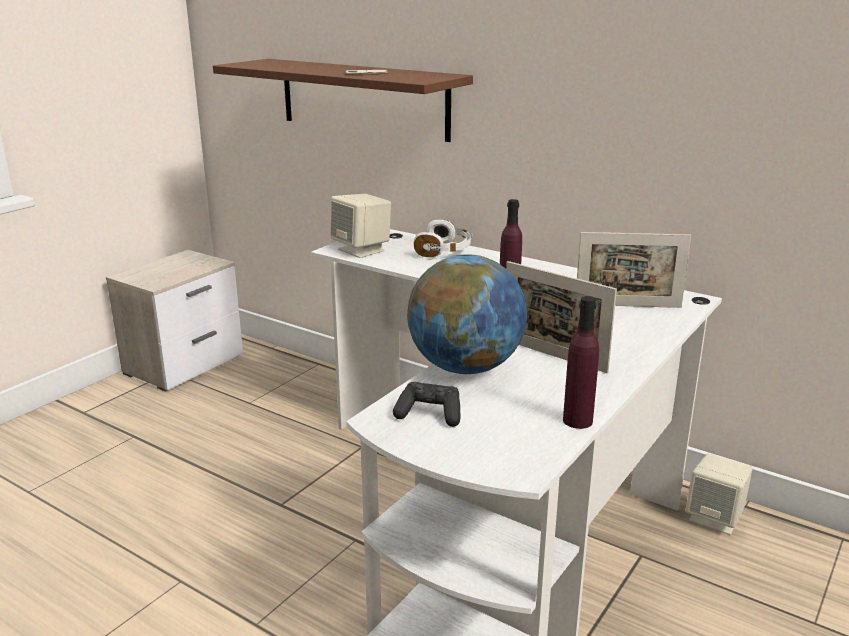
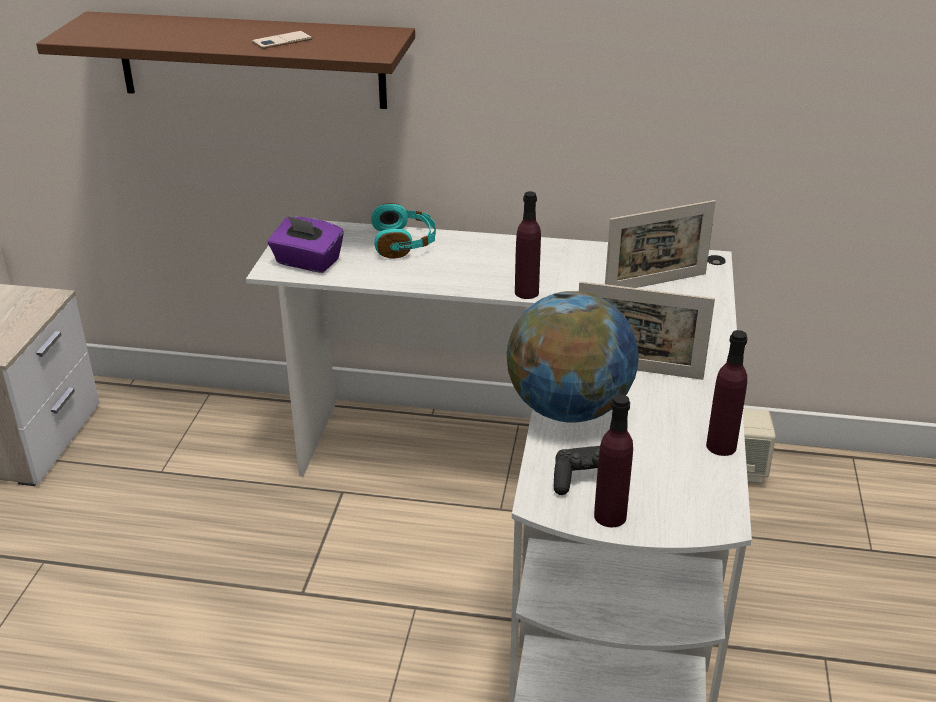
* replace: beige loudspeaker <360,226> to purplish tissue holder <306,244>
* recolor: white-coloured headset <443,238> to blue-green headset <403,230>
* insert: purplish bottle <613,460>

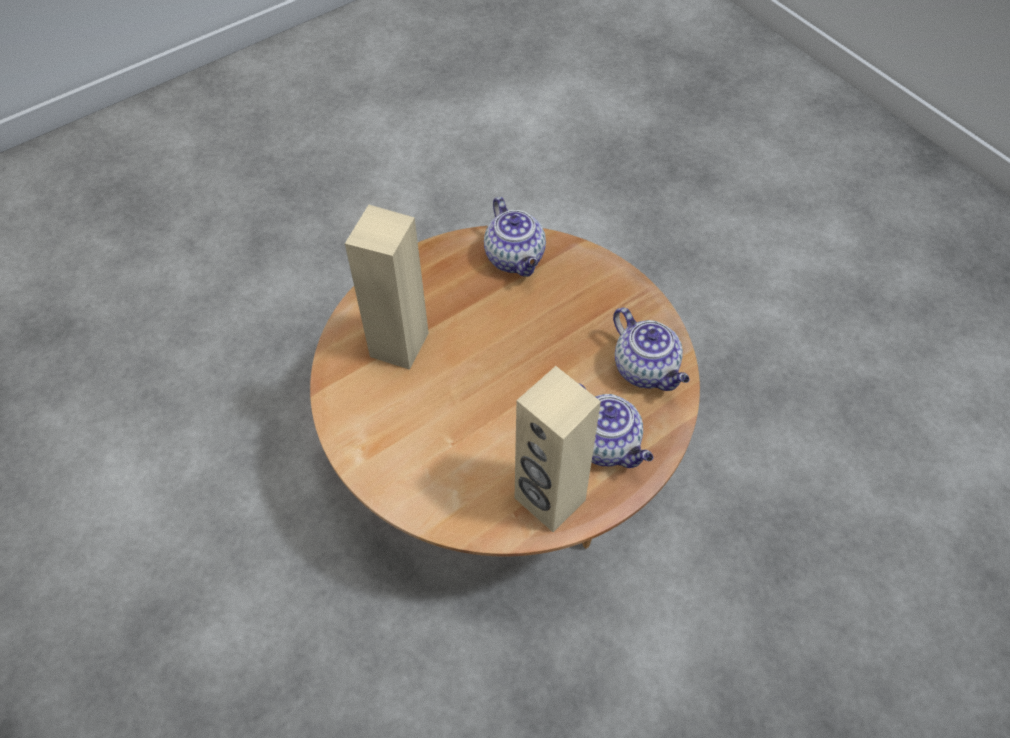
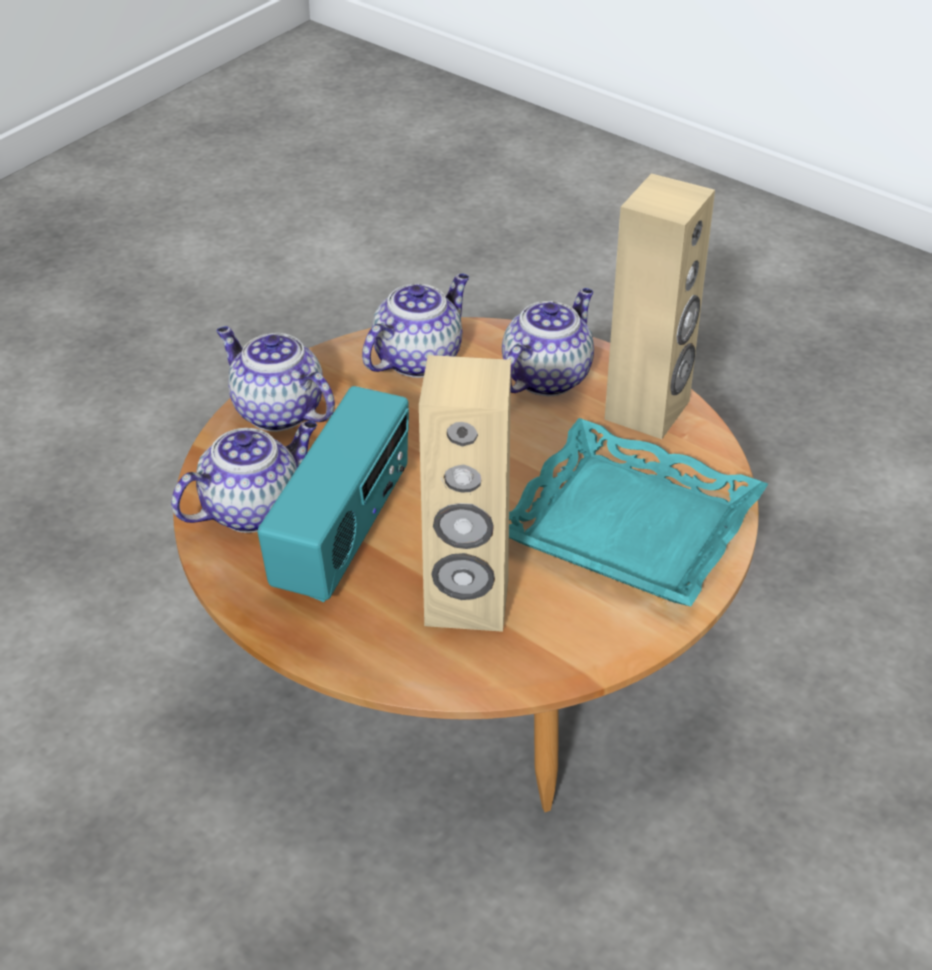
* insert: pot for tea <275,379>
* insert: radio set <333,494>
* insert: blue-green carrying tray <638,512>

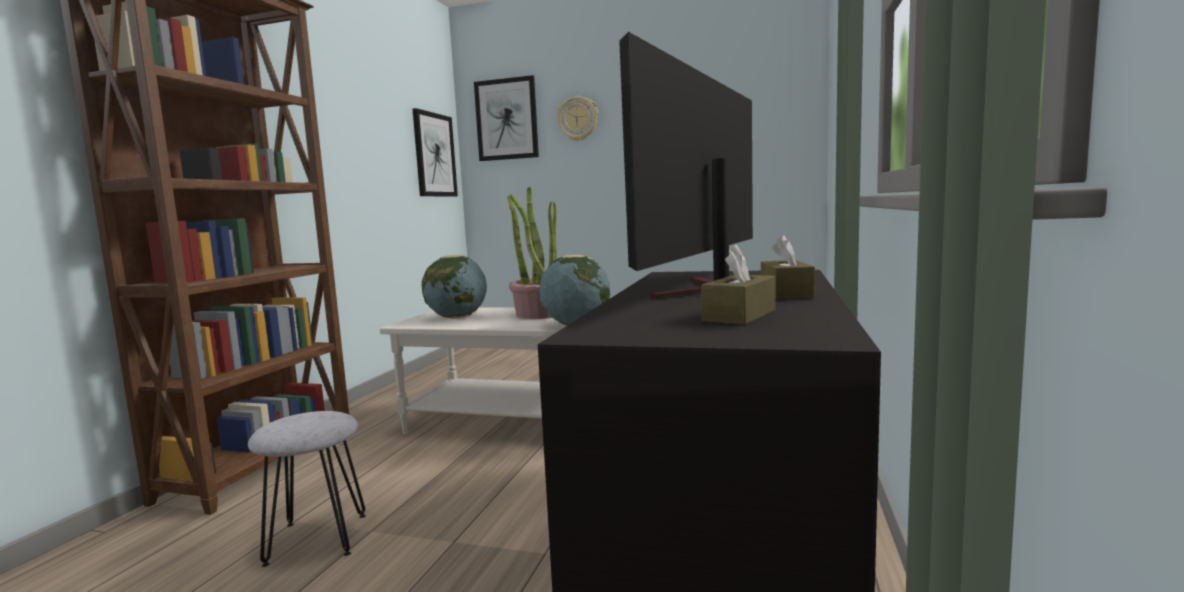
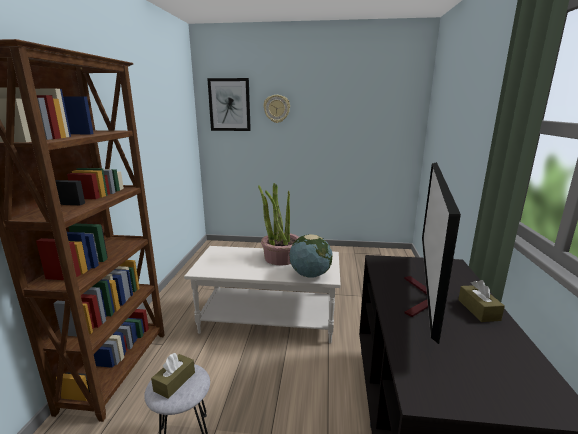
* move: brown tissue holder <738,285> to <173,376>
* delete: wall picture <435,152>
* delete: world globe <454,287>

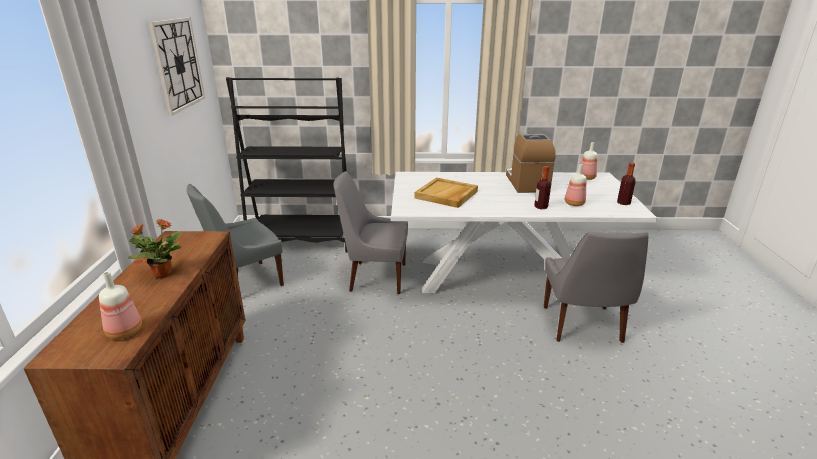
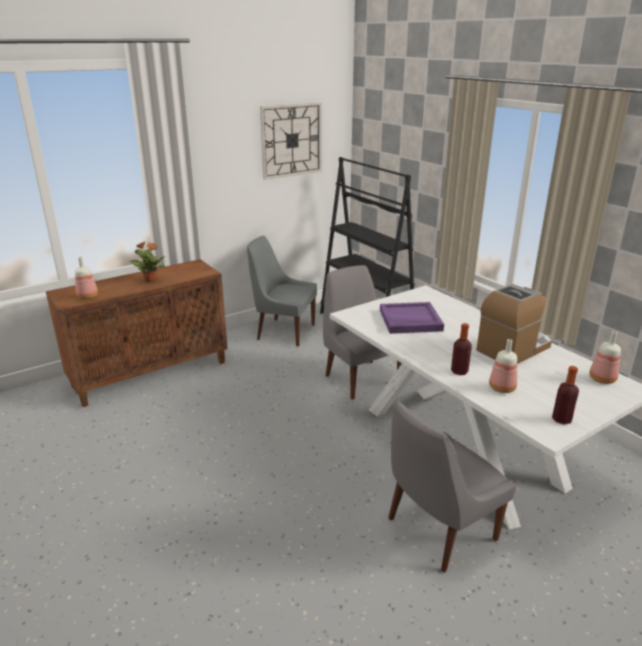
* recolor: beige carrying tray <446,193> to purplish carrying tray <412,318>

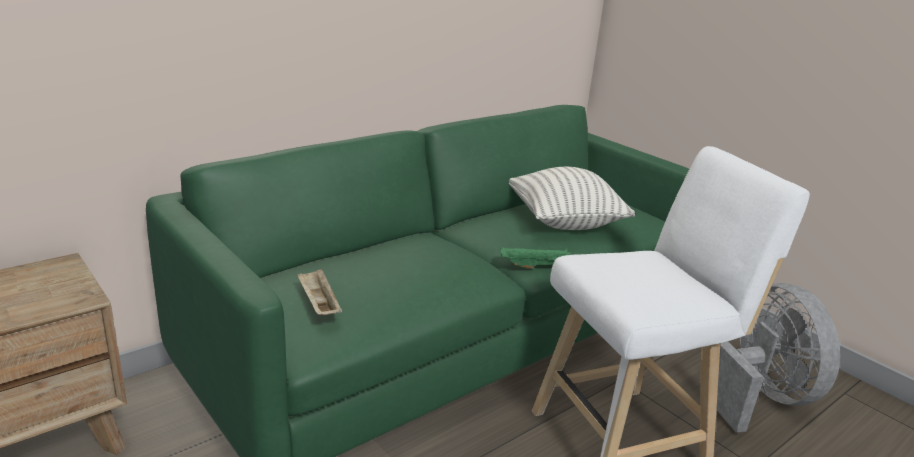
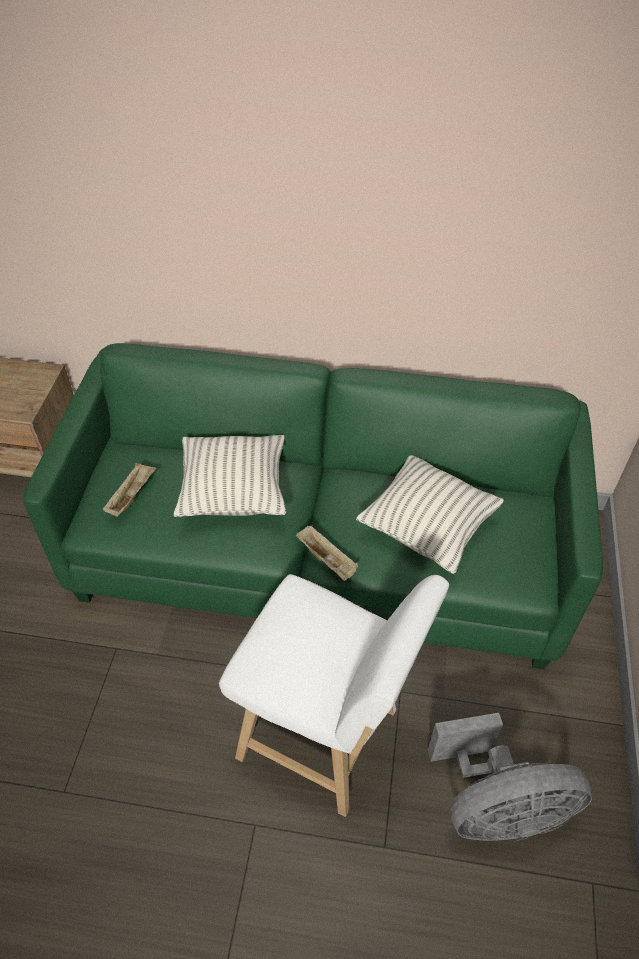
* insert: cushion <230,476>
* recolor: green-coloured carrying tray <535,258> to beige carrying tray <327,553>
* rotate: greyish electric fan <778,358> = <510,777> 45 degrees clockwise

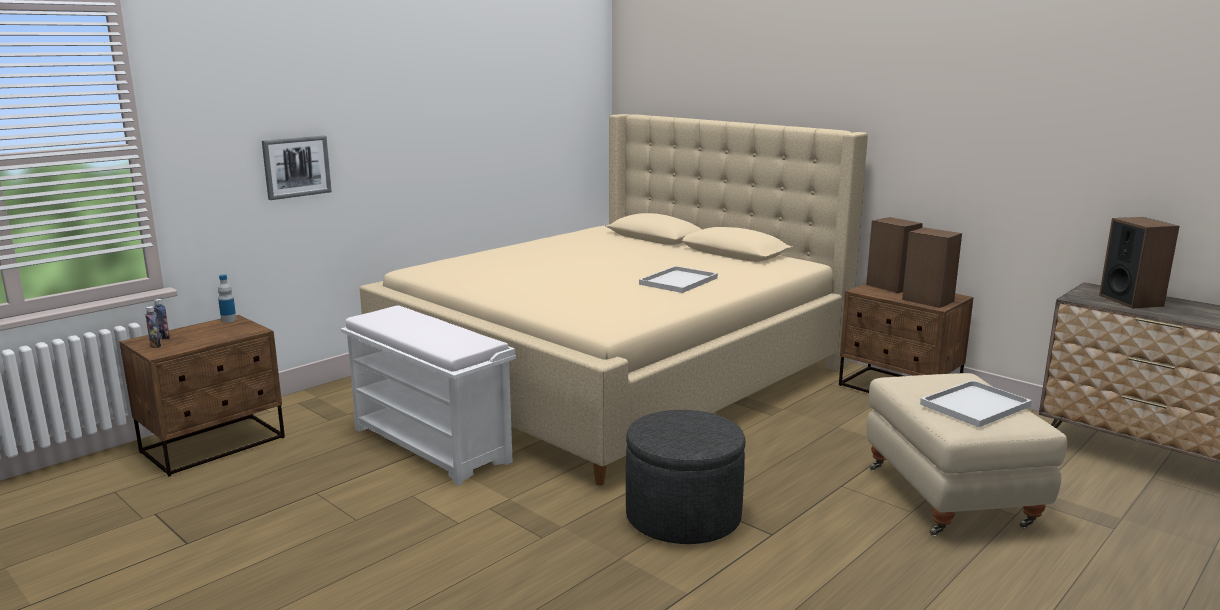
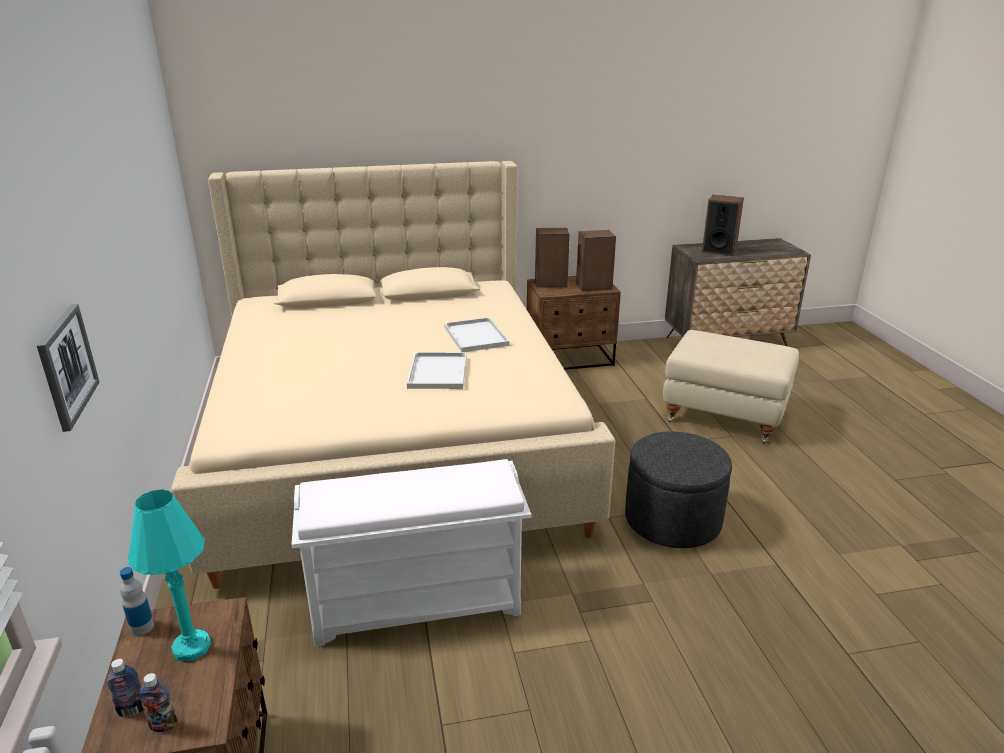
* insert: blue-green lamp for a table <169,575>
* move: white-coloured carrying tray <976,403> to <437,370>

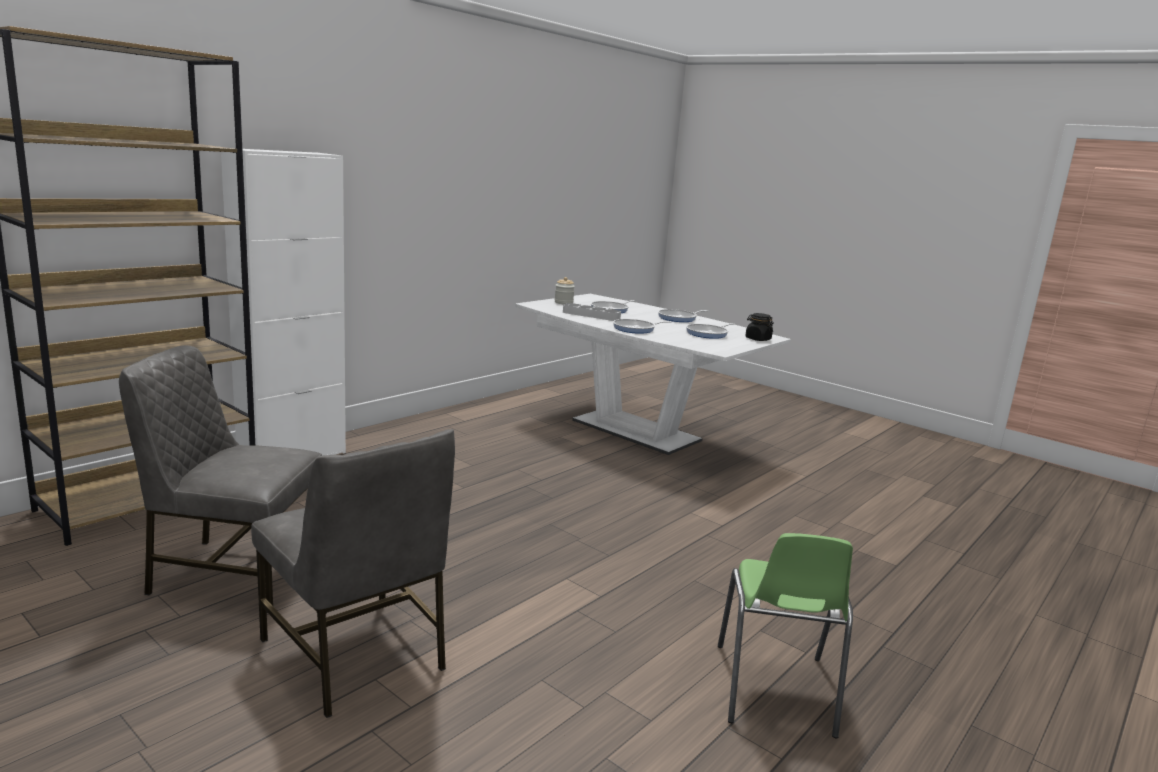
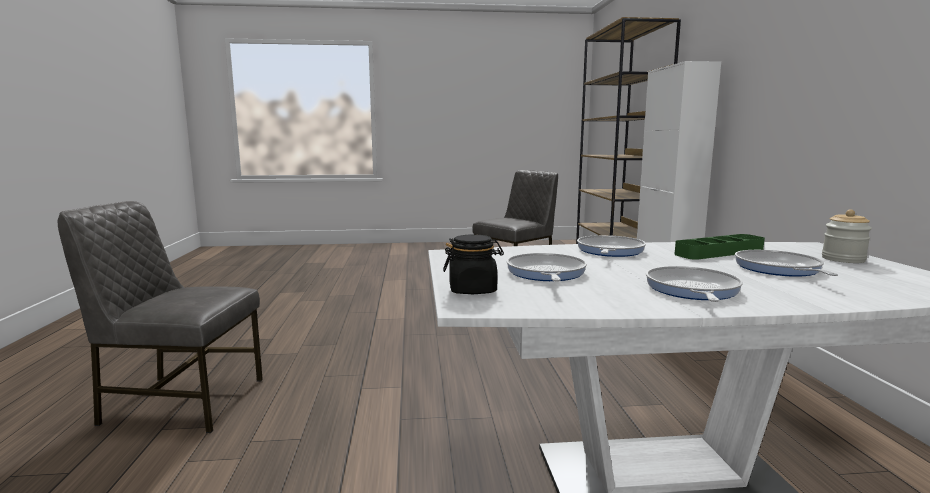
* move: greyish plain chair <353,573> to <160,317>
* recolor: greyish carrying tray <592,312> to green-coloured carrying tray <719,247>
* delete: green-coloured plain chair <785,635>

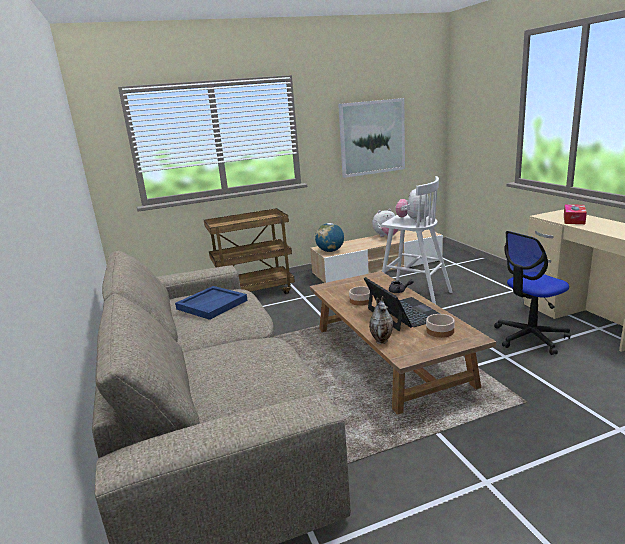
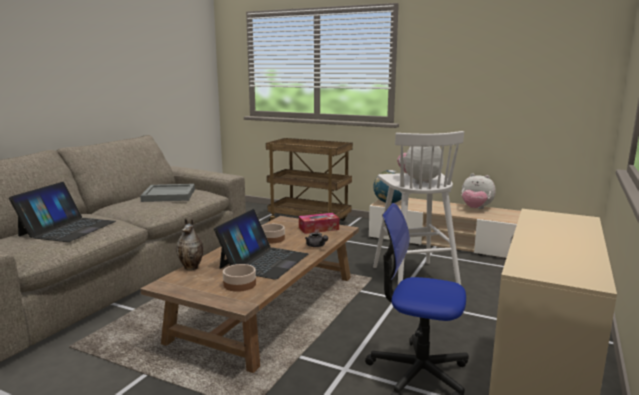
* insert: laptop <62,212>
* recolor: bluish carrying tray <211,303> to greyish carrying tray <167,193>
* move: tissue holder <575,214> to <319,223>
* delete: wall picture <371,138>

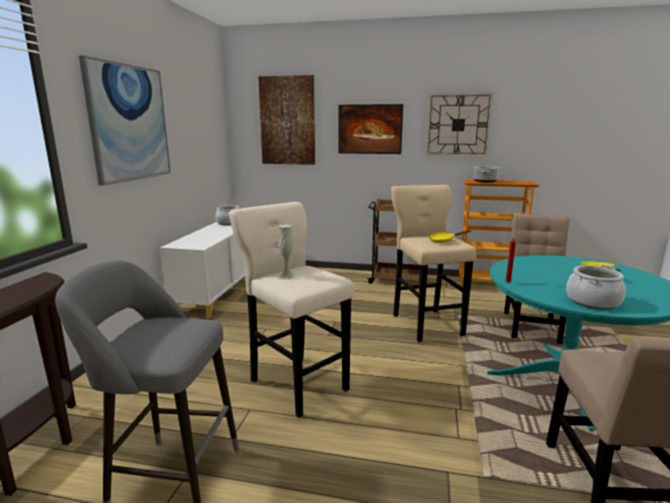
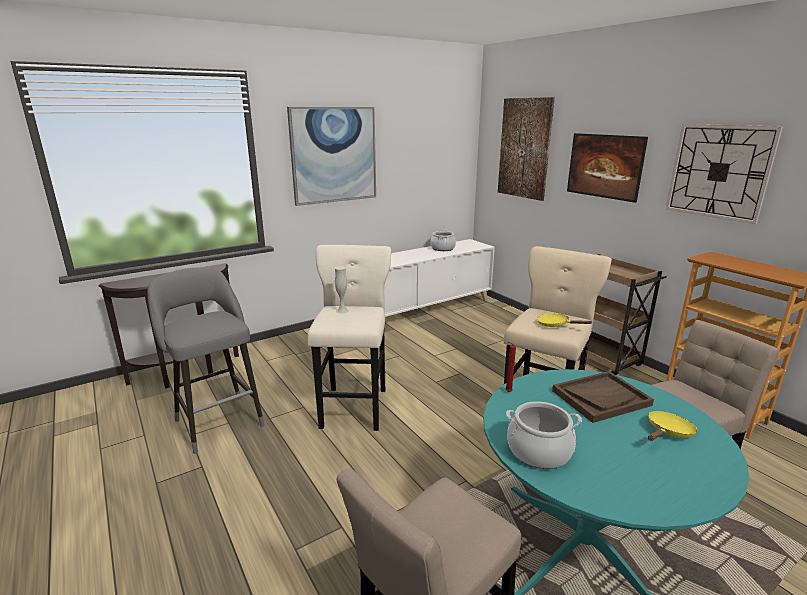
* insert: brown carrying tray <603,397>
* delete: cooking pot <486,174>

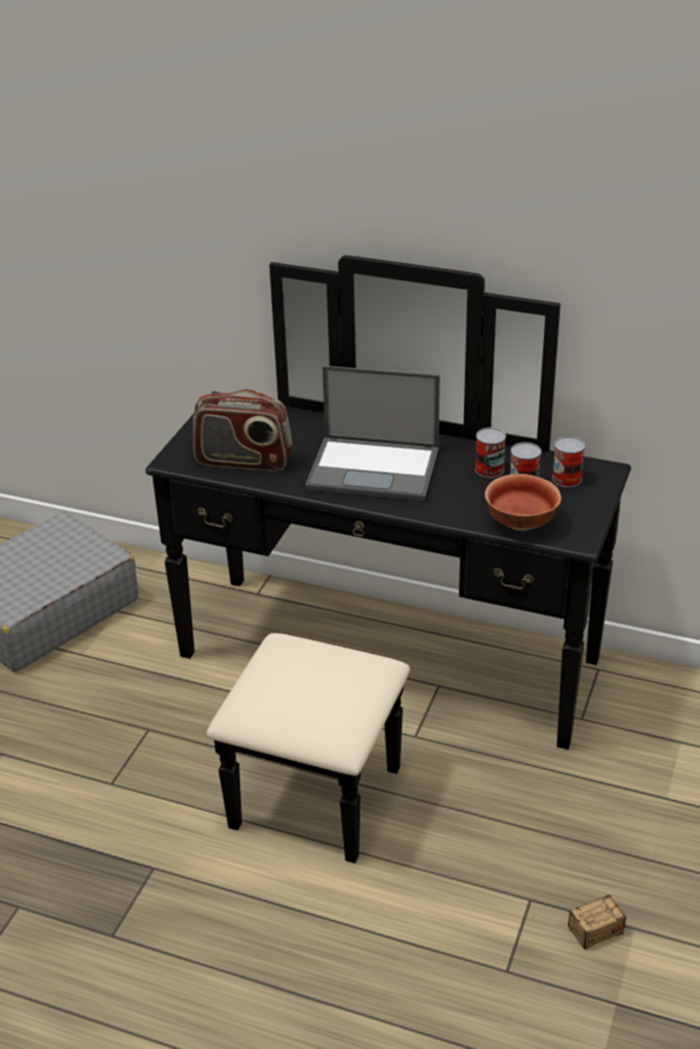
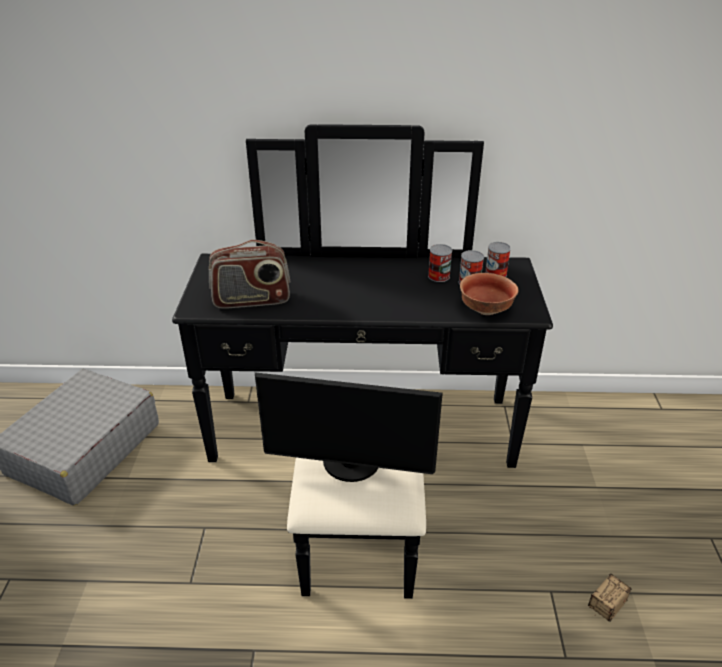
* insert: computer display <348,427>
* delete: laptop <372,433>

